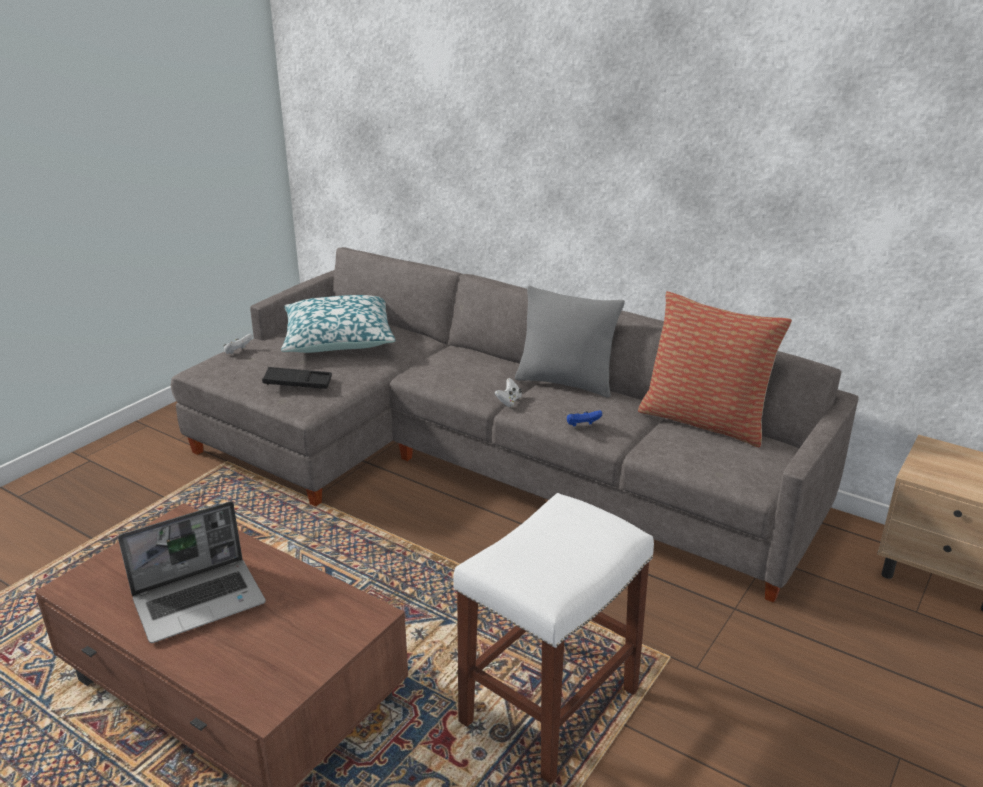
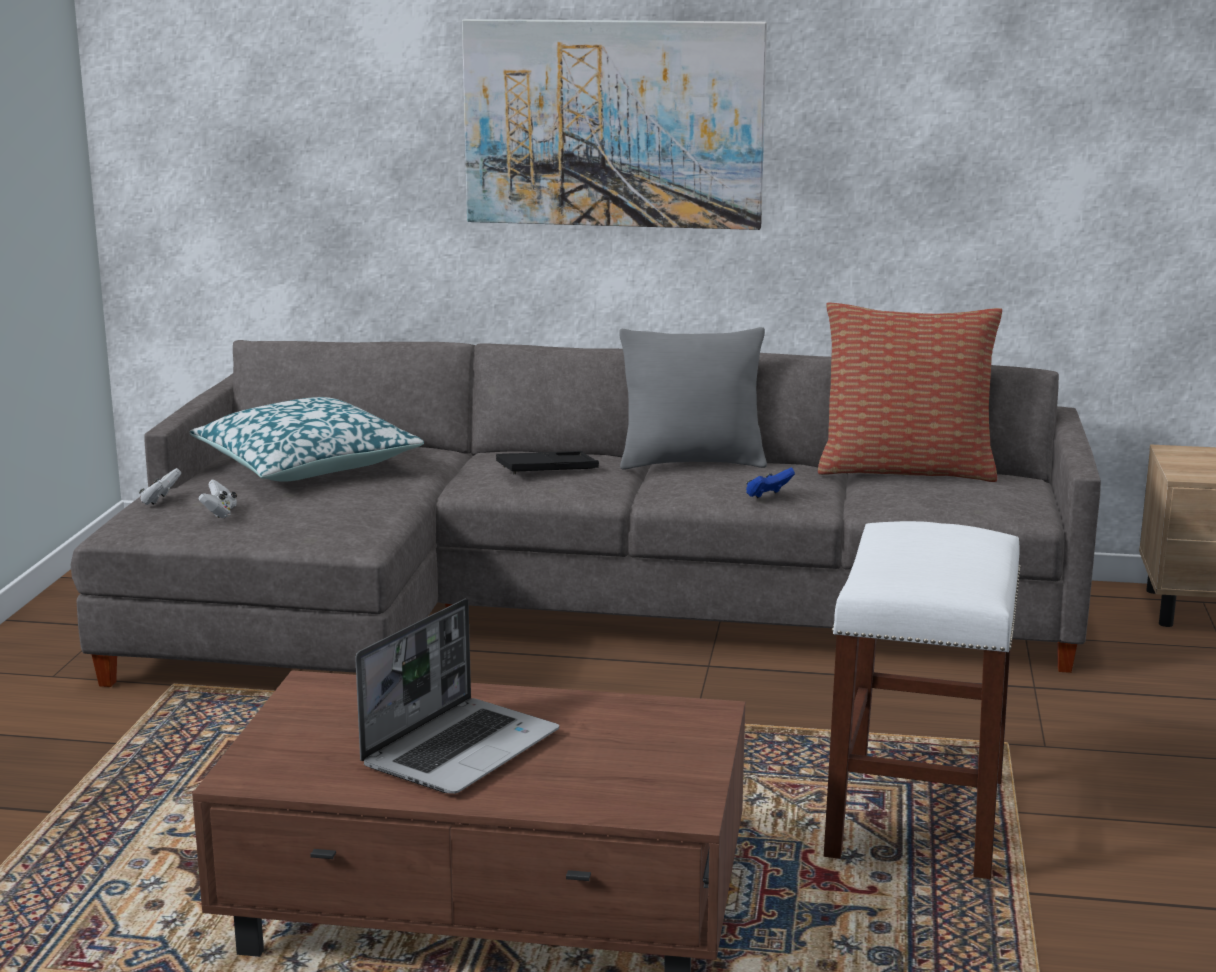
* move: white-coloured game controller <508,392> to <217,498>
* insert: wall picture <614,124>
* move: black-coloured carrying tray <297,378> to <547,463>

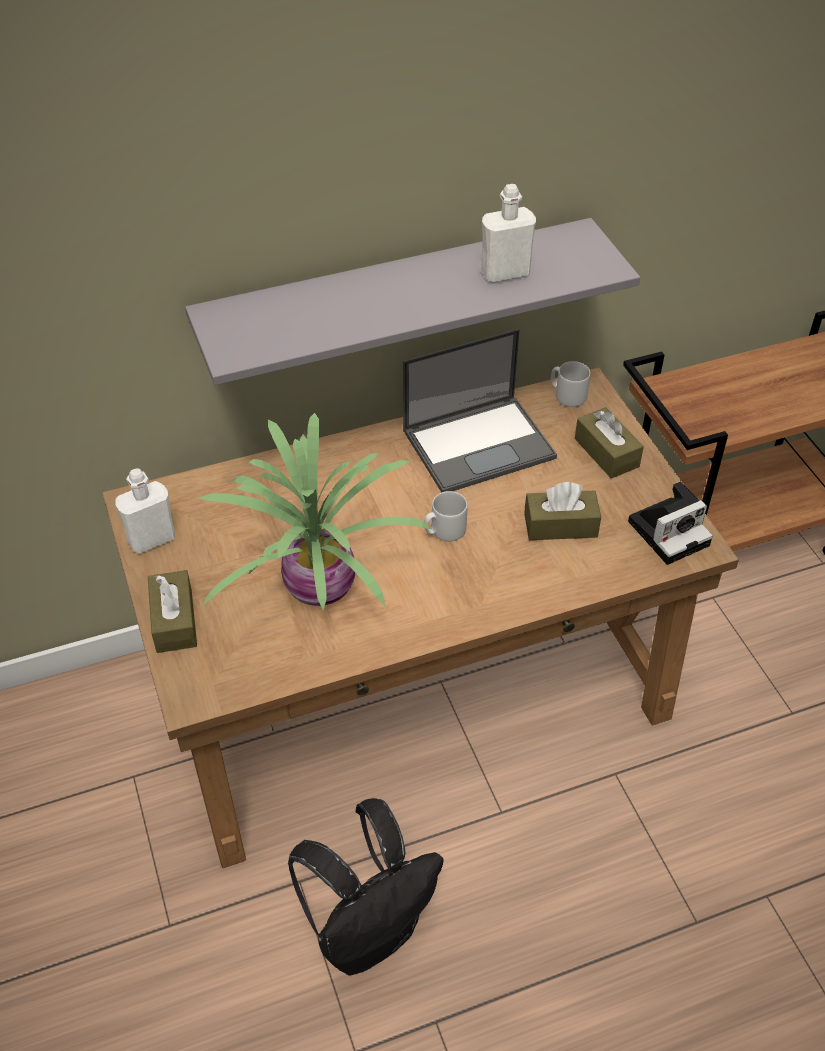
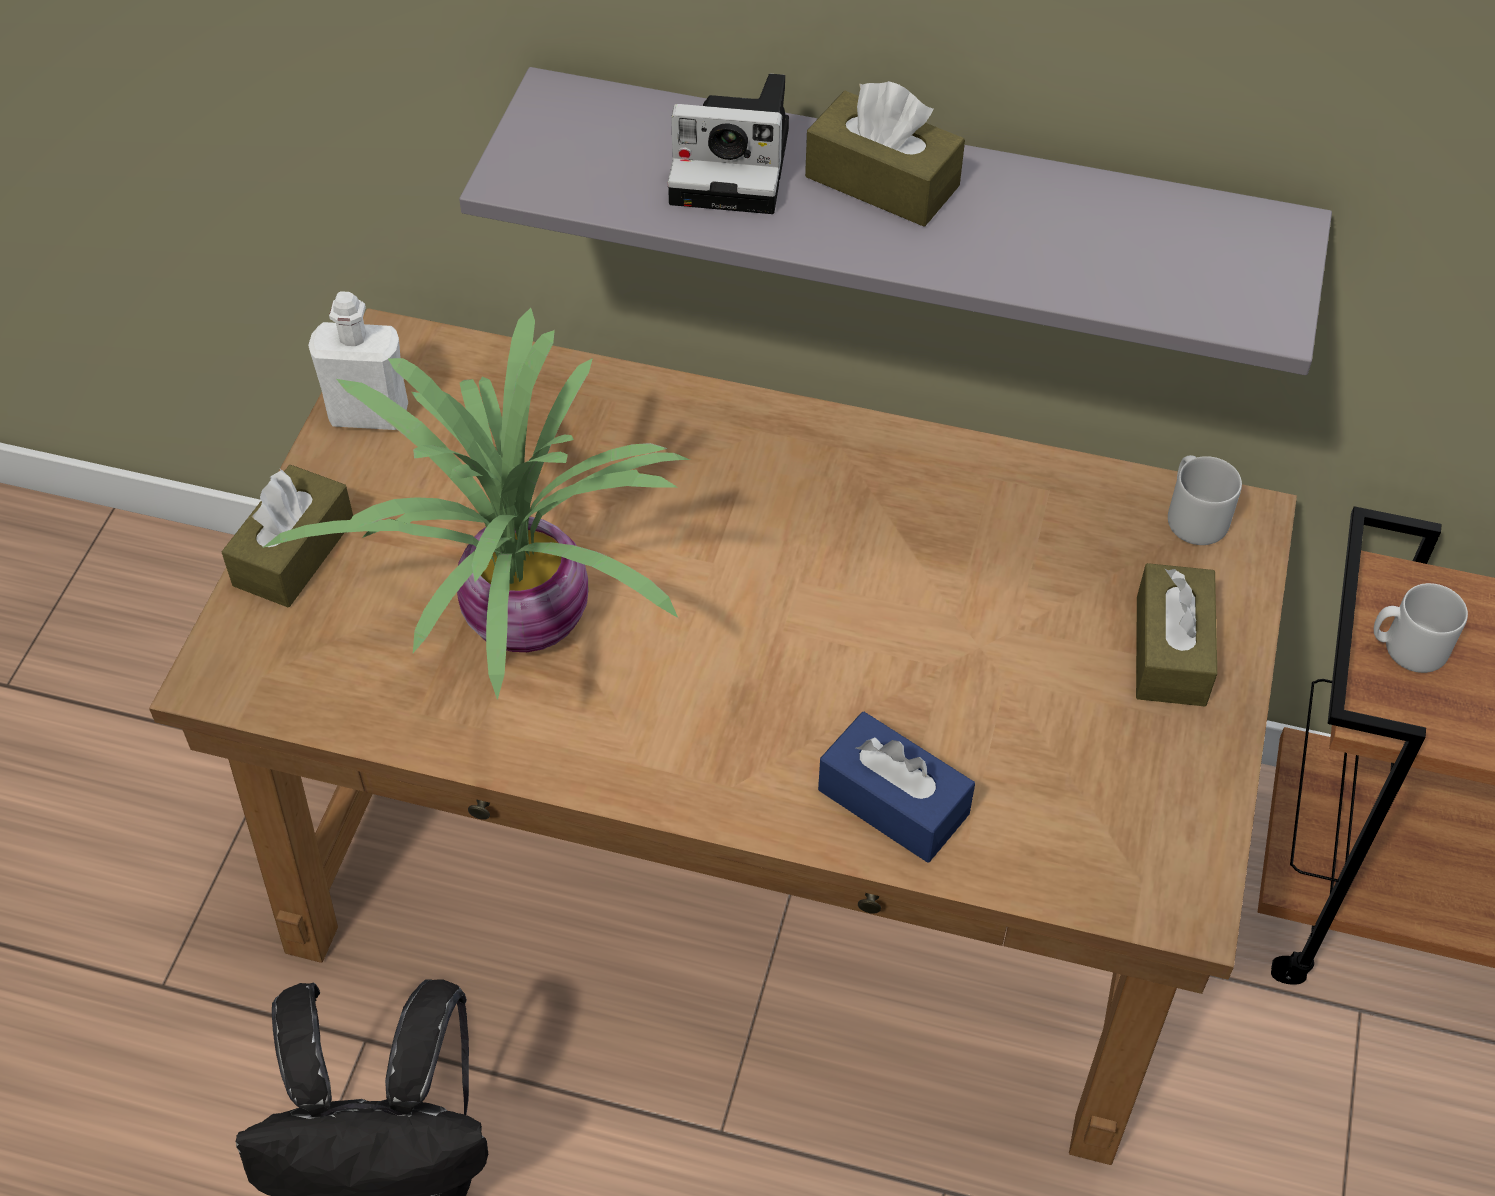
* move: photo camera <670,523> to <728,143>
* move: brown tissue holder <562,511> to <885,154>
* insert: bluish tissue holder <896,787>
* move: greyish mug <446,516> to <1421,628>
* delete: laptop <480,411>
* delete: white-coloured bottle <508,233>

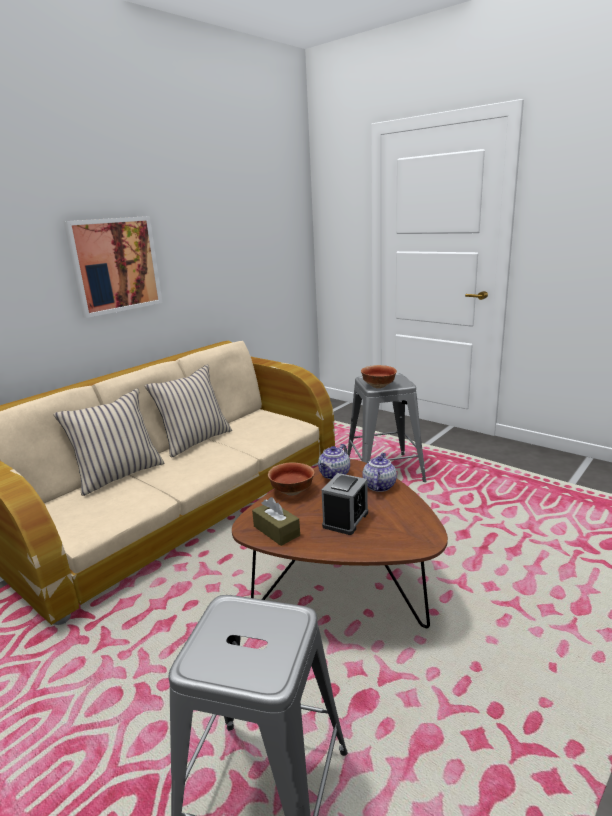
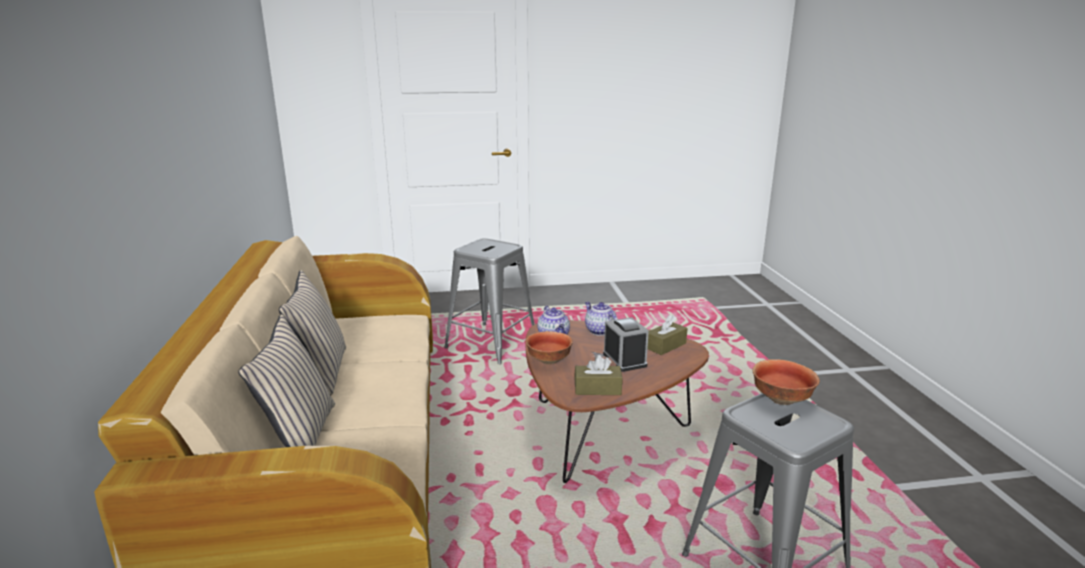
* insert: brown tissue holder <668,335>
* move: serving bowl <379,376> to <786,382>
* delete: wall picture <113,267>

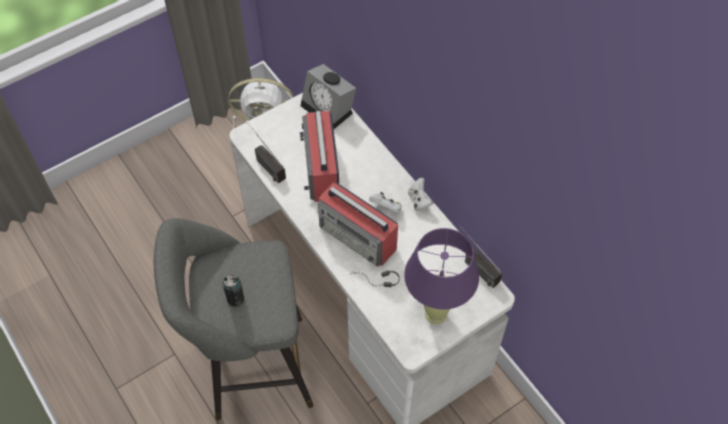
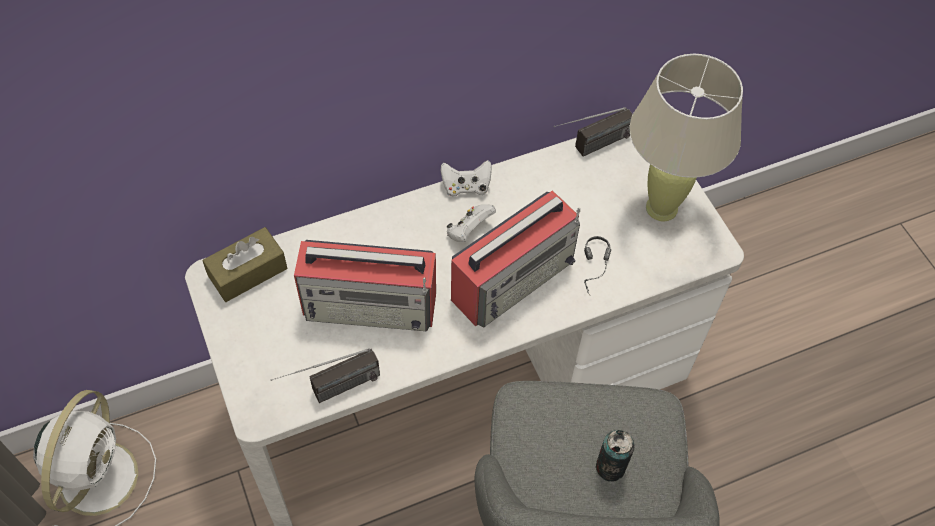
* replace: alarm clock <328,96> to brown tissue holder <244,264>
* recolor: purplish lamp for a table <441,276> to beige lamp for a table <686,137>

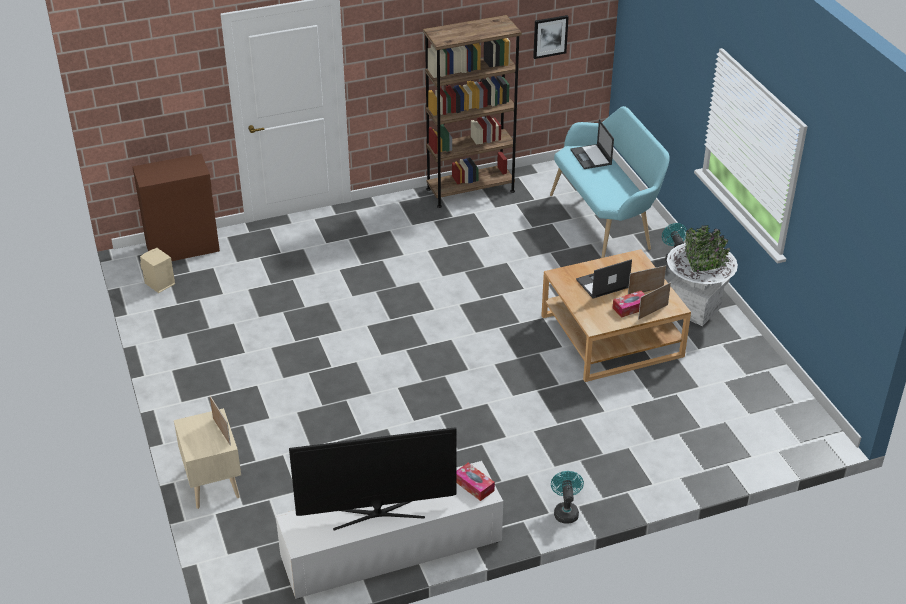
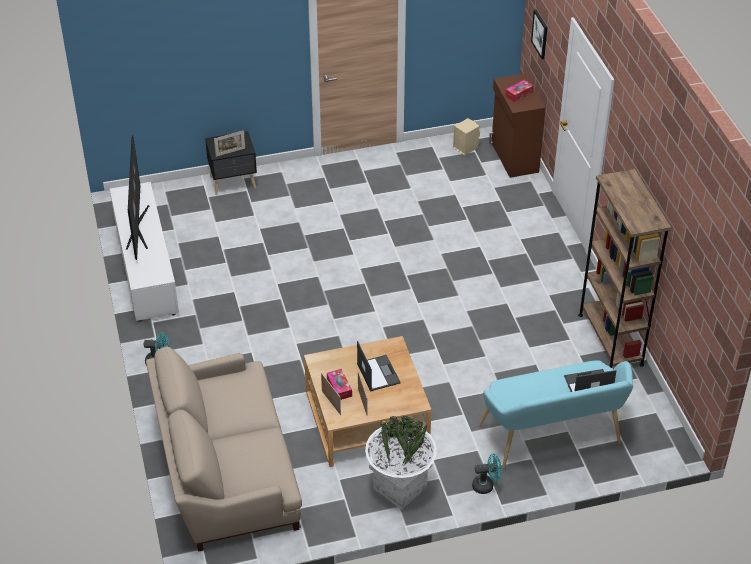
* insert: beige sofa <224,449>
* recolor: beige nightstand <207,458> to black-coloured nightstand <231,163>
* move: tissue holder <475,482> to <519,91>
* move: wall picture <551,37> to <539,34>

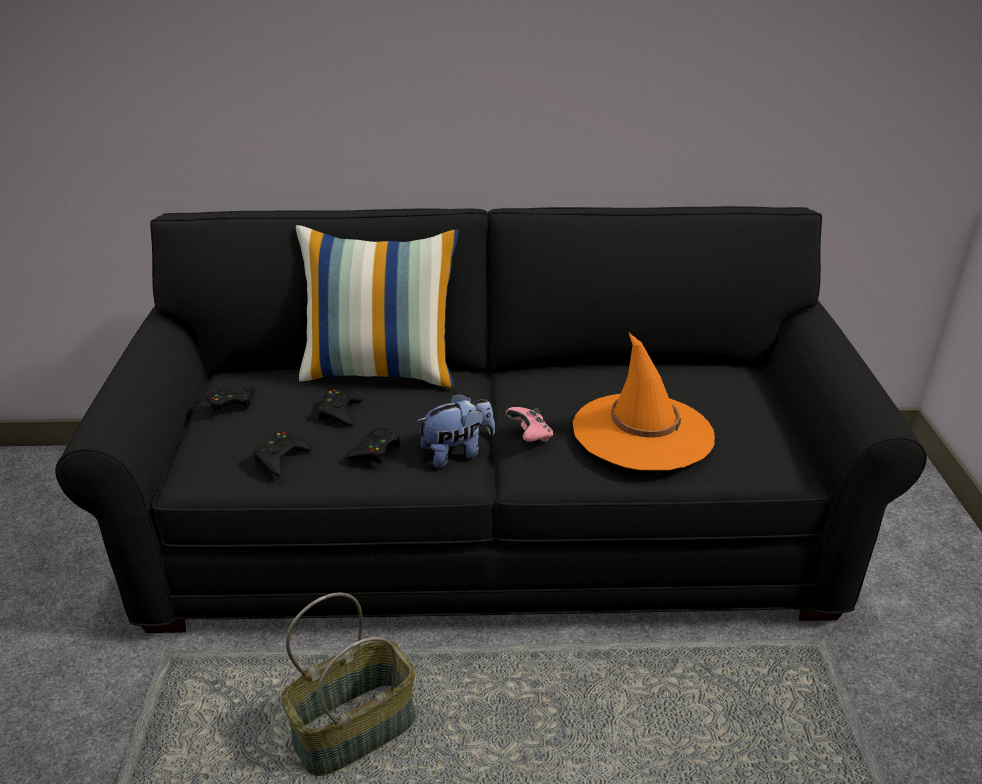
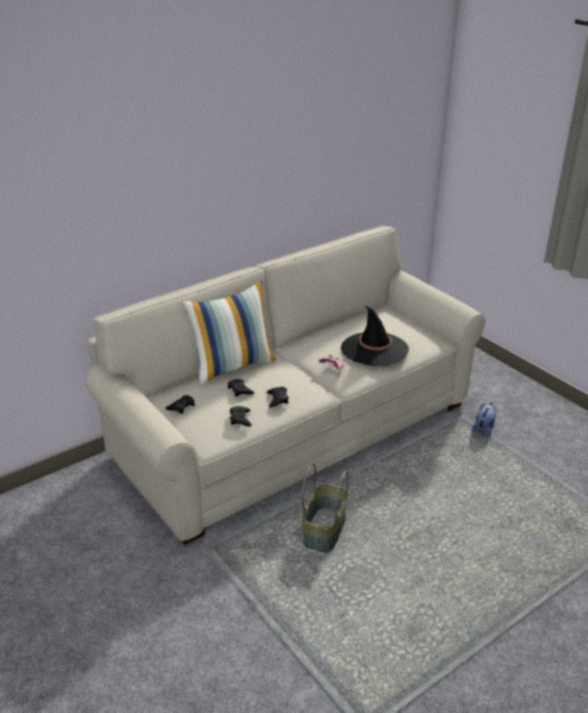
* recolor: black-coloured sofa <491,419> to beige sofa <285,385>
* recolor: orange wearable hat <644,401> to black-coloured wearable hat <375,335>
* move: plush toy <455,430> to <484,419>

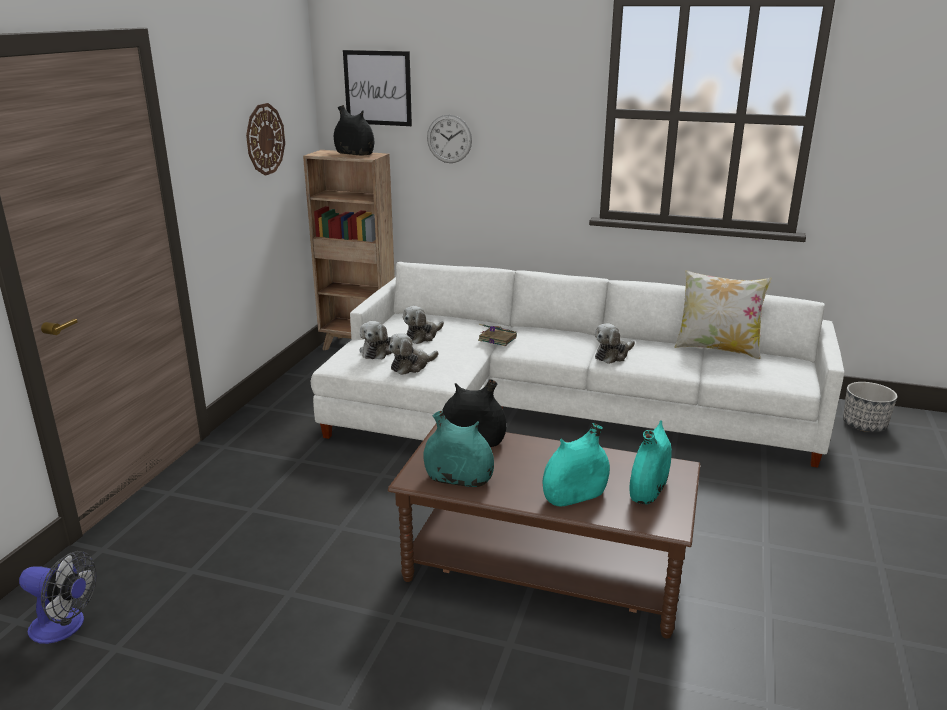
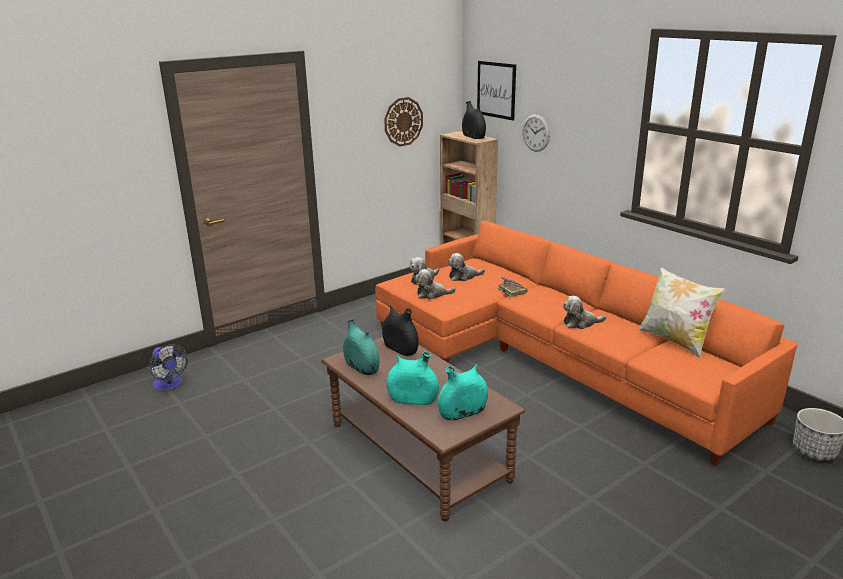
* recolor: white-coloured sofa <577,364> to orange sofa <586,343>

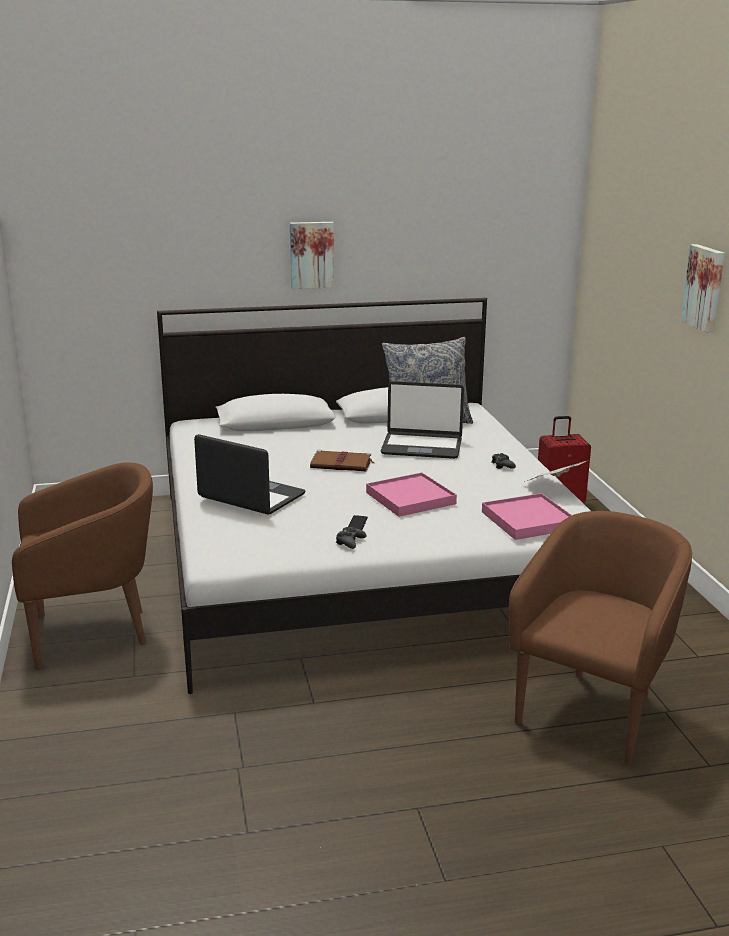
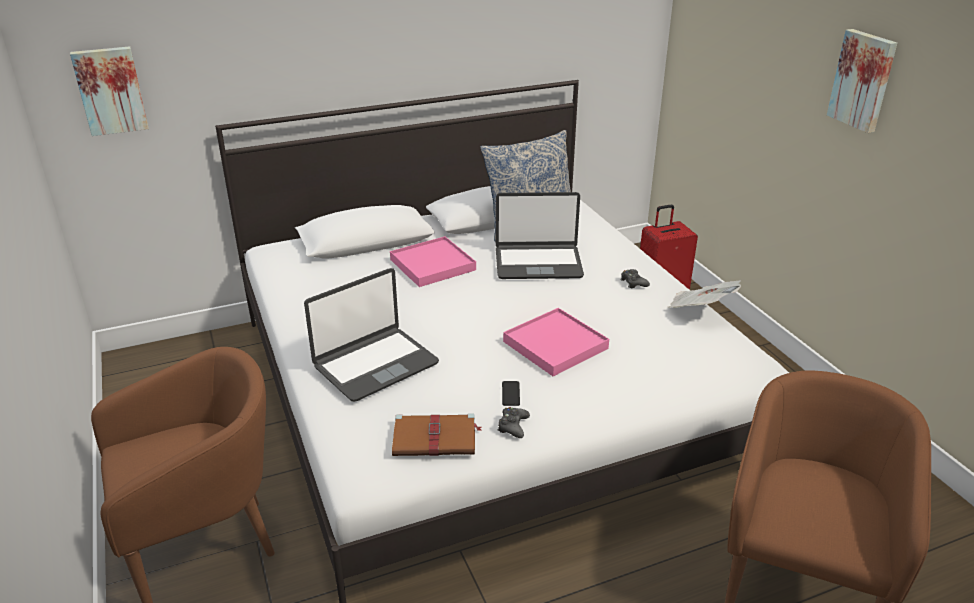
* move: wall picture <312,255> to <109,91>
* rotate: laptop <250,474> = <371,335> 120 degrees clockwise
* move: pink-coloured carrying tray <527,516> to <433,261>
* move: brown book <342,460> to <437,434>

